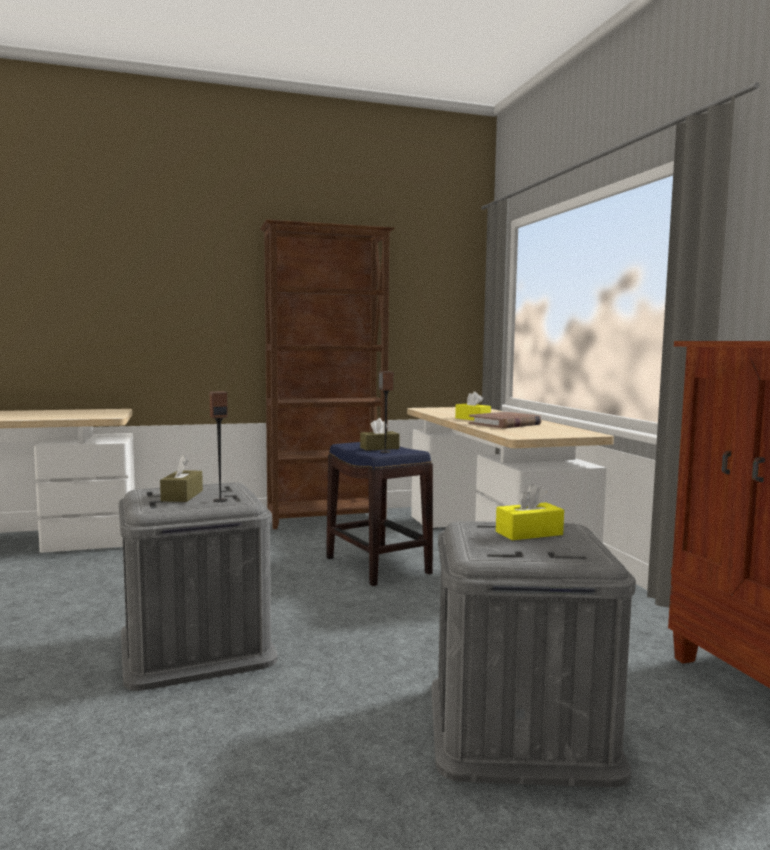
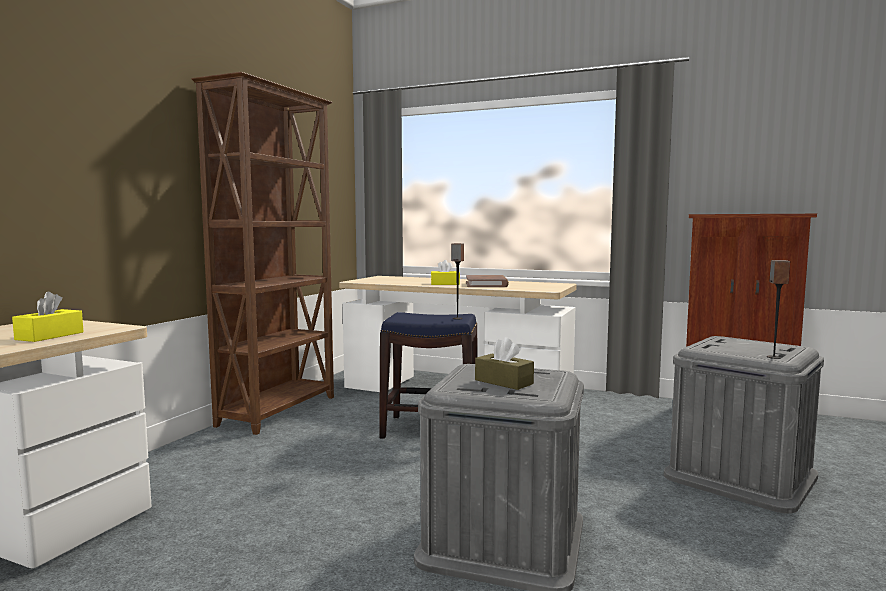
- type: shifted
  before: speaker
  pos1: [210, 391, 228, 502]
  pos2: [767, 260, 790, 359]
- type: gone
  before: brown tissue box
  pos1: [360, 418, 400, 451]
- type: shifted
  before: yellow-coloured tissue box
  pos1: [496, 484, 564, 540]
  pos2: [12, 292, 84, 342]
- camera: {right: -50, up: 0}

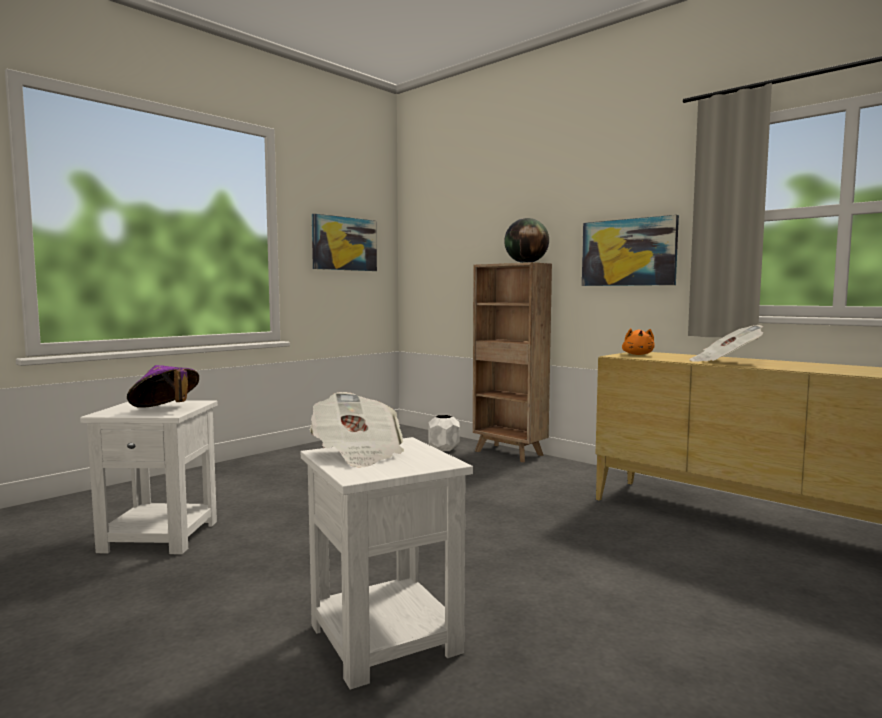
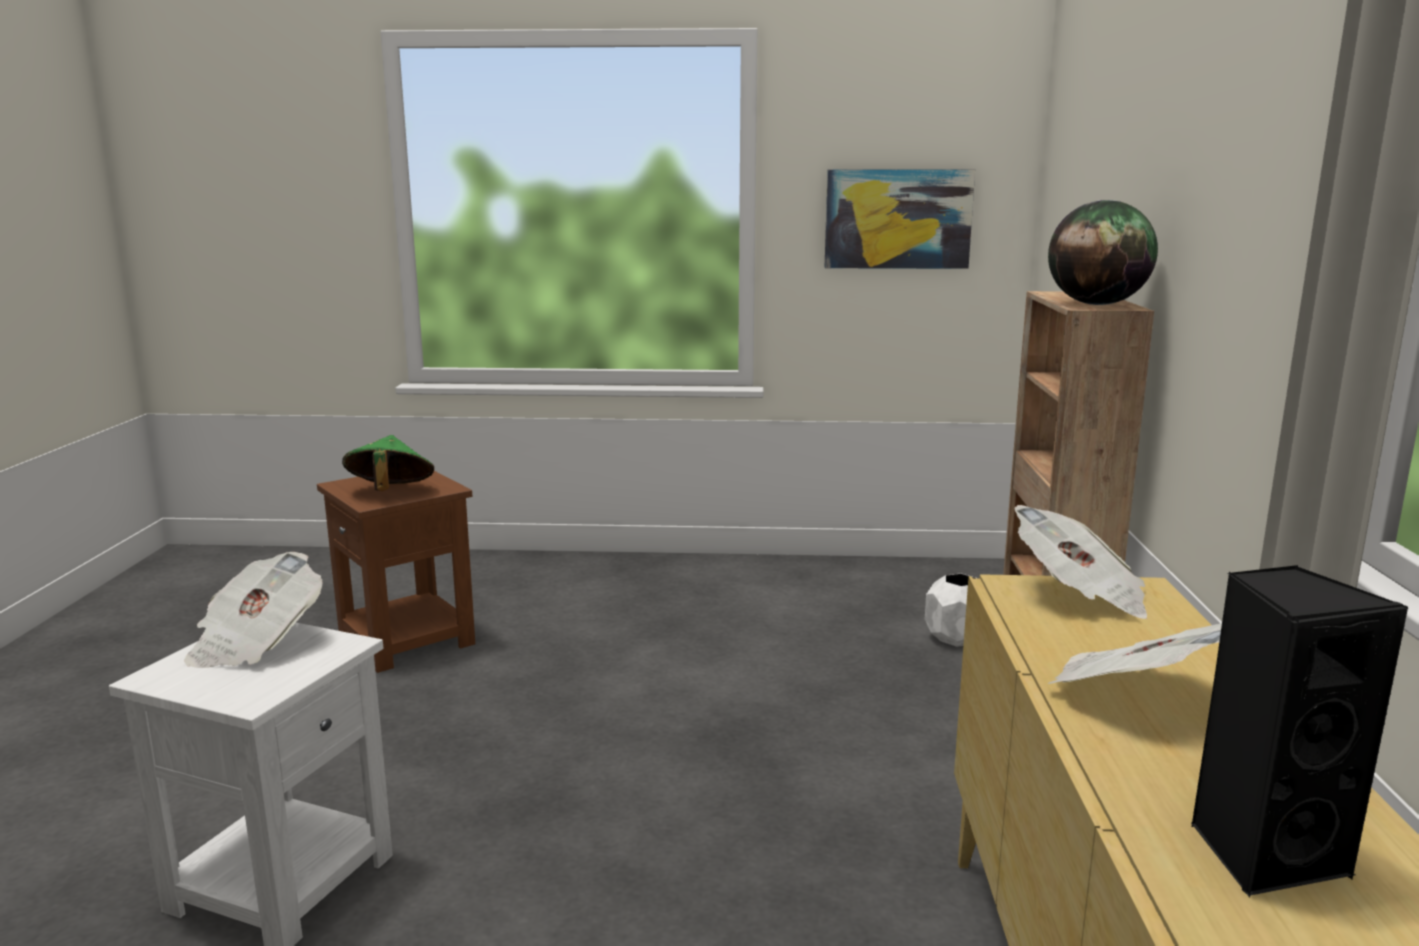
- type: repainted
  before: whitish end table
  after: brown end table
  pos1: [80, 400, 218, 554]
  pos2: [317, 471, 475, 673]
- type: repainted
  before: purplish clothing hat
  after: greenish clothing hat
  pos1: [127, 365, 199, 408]
  pos2: [342, 435, 434, 491]
- type: gone
  before: wall art
  pos1: [582, 215, 679, 286]
- type: swapped
  before: orange-coloured soft toy
  after: daily paper
  pos1: [622, 328, 655, 355]
  pos2: [1014, 505, 1147, 619]
- type: new
  after: blackish speaker
  pos2: [1191, 565, 1408, 897]
- camera: {right: 50, up: 10}

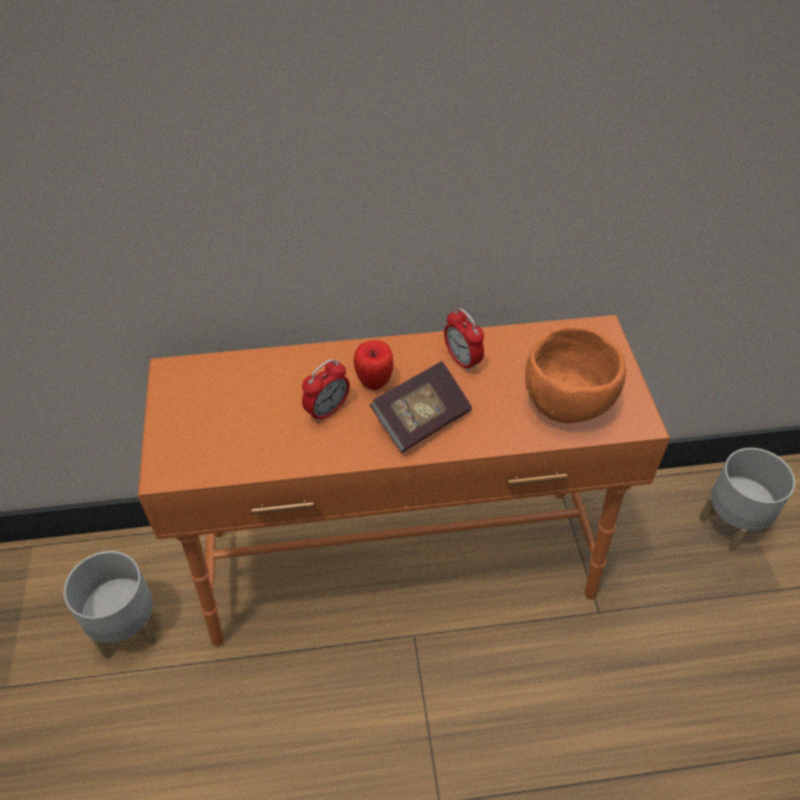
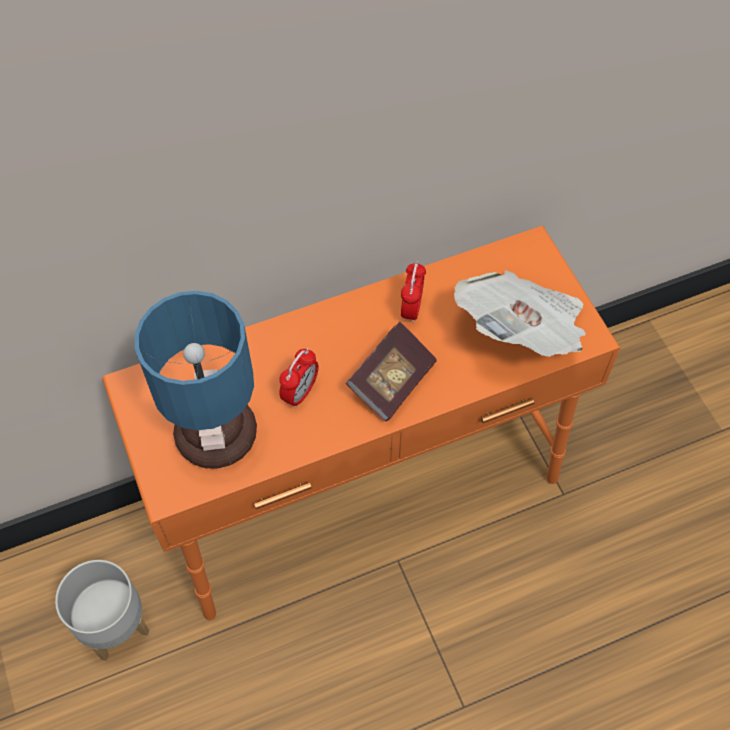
- type: gone
  before: apple fruit
  pos1: [354, 340, 393, 390]
- type: rotated
  before: table clock
  pos1: [444, 308, 484, 372]
  pos2: [401, 261, 426, 323]
  turn: -120
- type: swapped
  before: orange-coloured deep dish
  after: daily paper
  pos1: [525, 326, 626, 424]
  pos2: [454, 270, 586, 357]
- type: gone
  before: greyish planter
  pos1: [699, 448, 795, 551]
- type: new
  after: lamp for a table
  pos2: [135, 291, 257, 469]
- camera: {right: -15, up: 10}

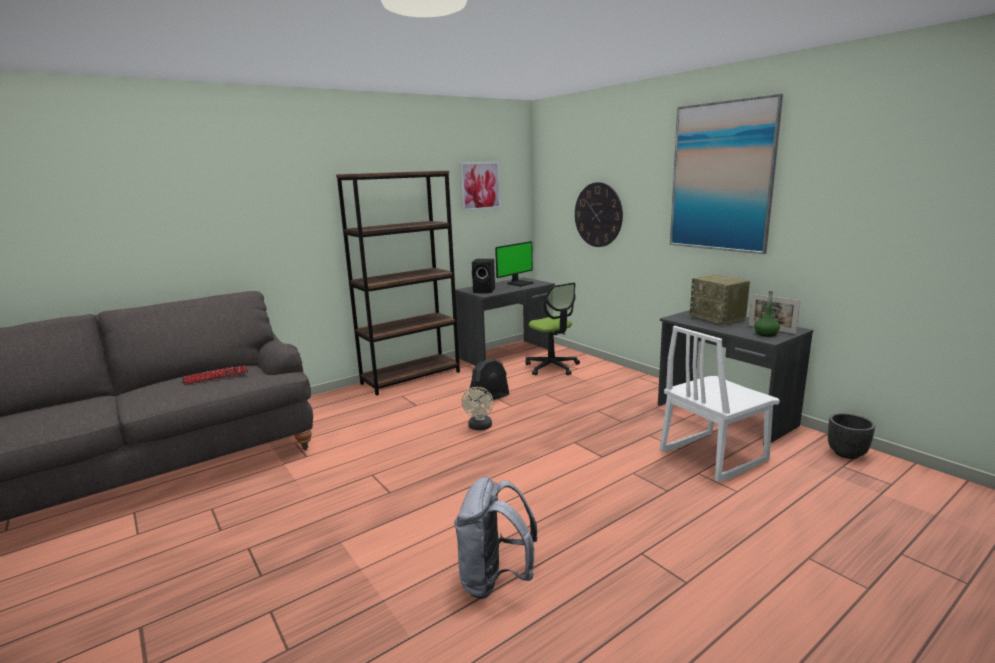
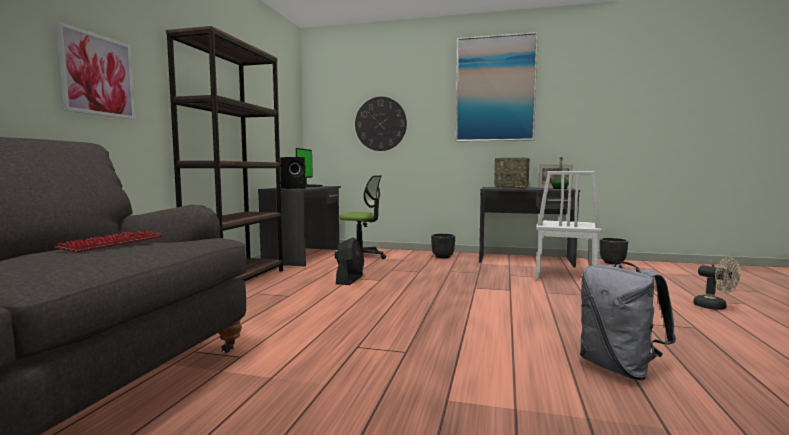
- type: shifted
  before: wall art
  pos1: [460, 162, 501, 211]
  pos2: [55, 22, 136, 120]
- type: shifted
  before: beige-coloured cooling fan
  pos1: [461, 387, 494, 430]
  pos2: [693, 257, 741, 310]
- type: new
  after: blackish planter
  pos2: [431, 234, 455, 258]
- camera: {right: -40, up: -10}

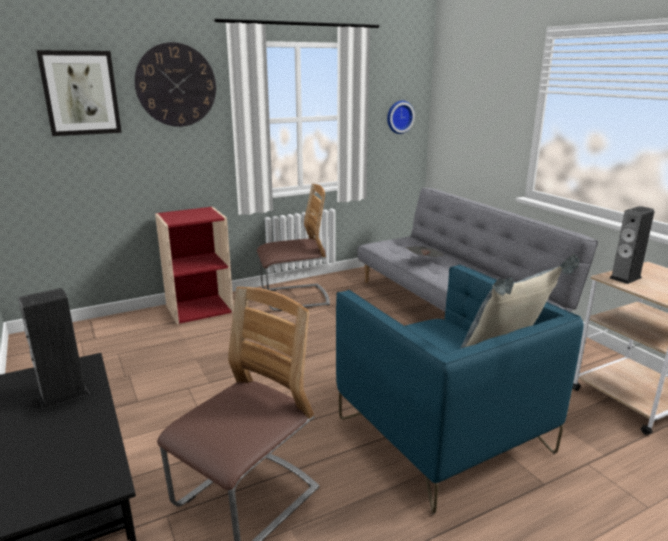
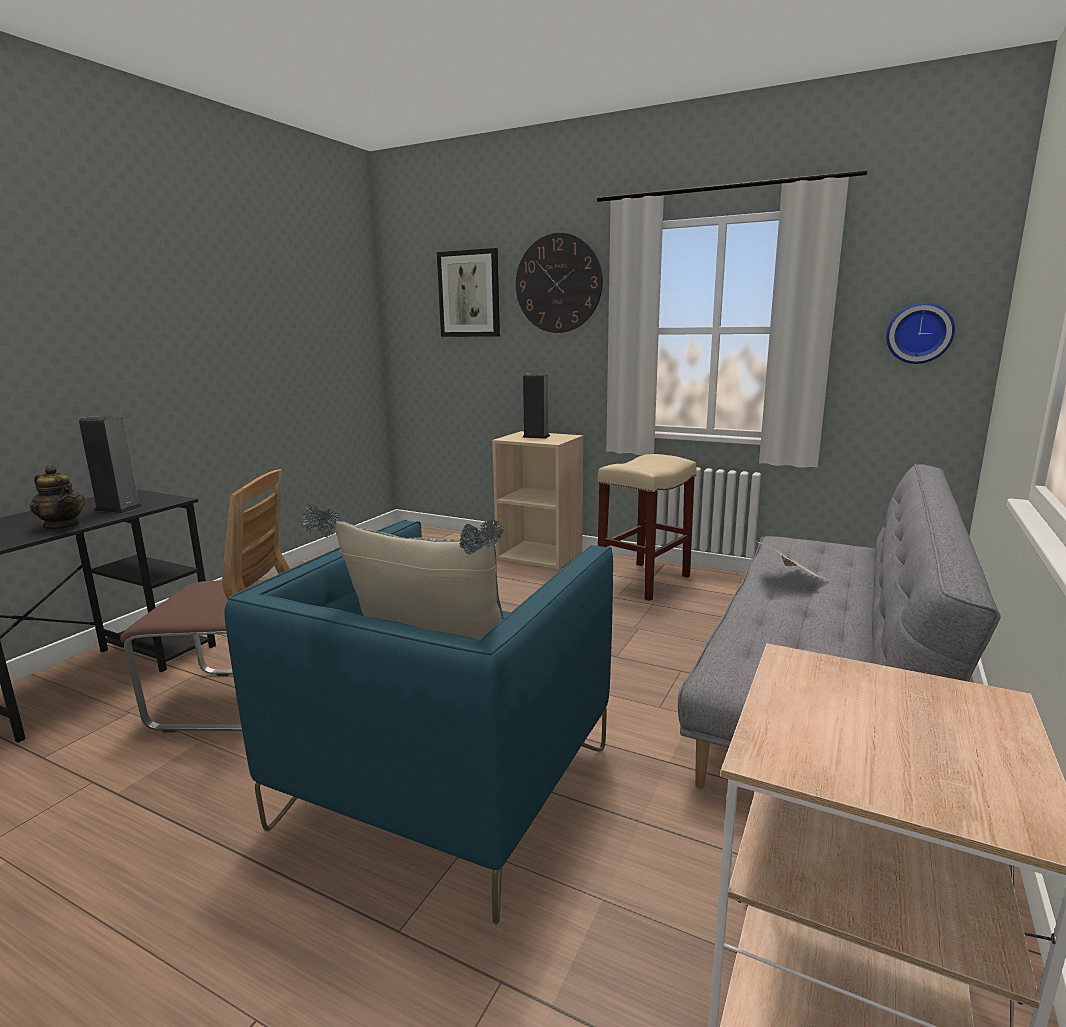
- type: repainted
  before: reddish shelving unit
  after: beige-coloured shelving unit
  pos1: [155, 207, 234, 324]
  pos2: [492, 431, 583, 569]
- type: swapped
  before: upright chair
  after: beige-coloured stool
  pos1: [257, 184, 330, 311]
  pos2: [598, 454, 697, 601]
- type: shifted
  before: speaker
  pos1: [610, 206, 655, 284]
  pos2: [522, 373, 550, 439]
- type: new
  after: pot for tea
  pos2: [30, 465, 85, 529]
- camera: {right: 55, up: -5}

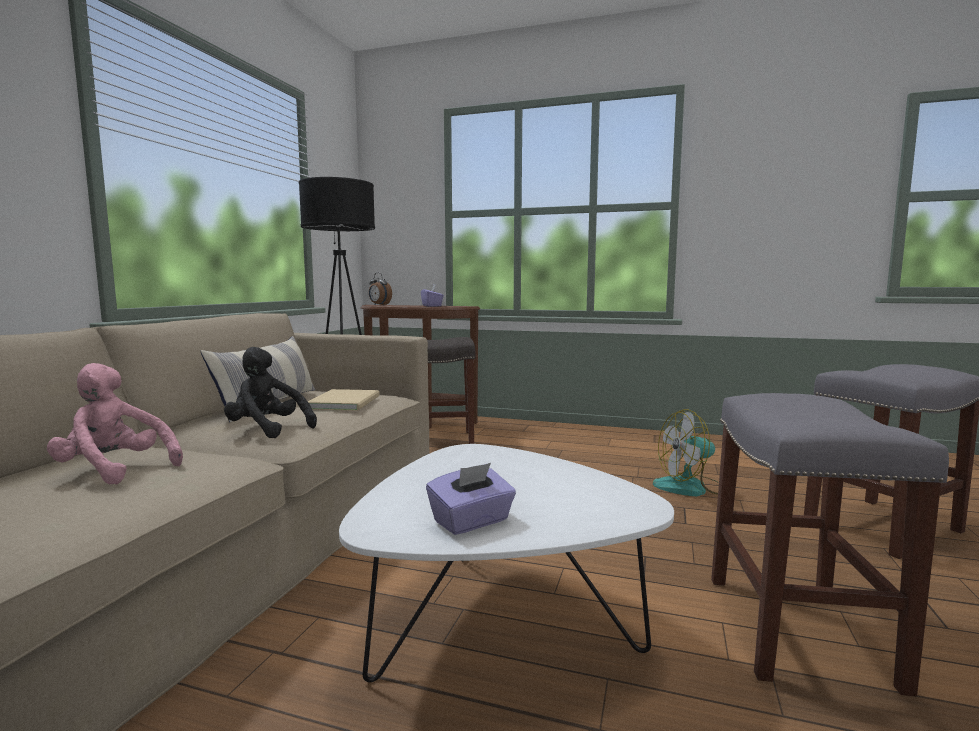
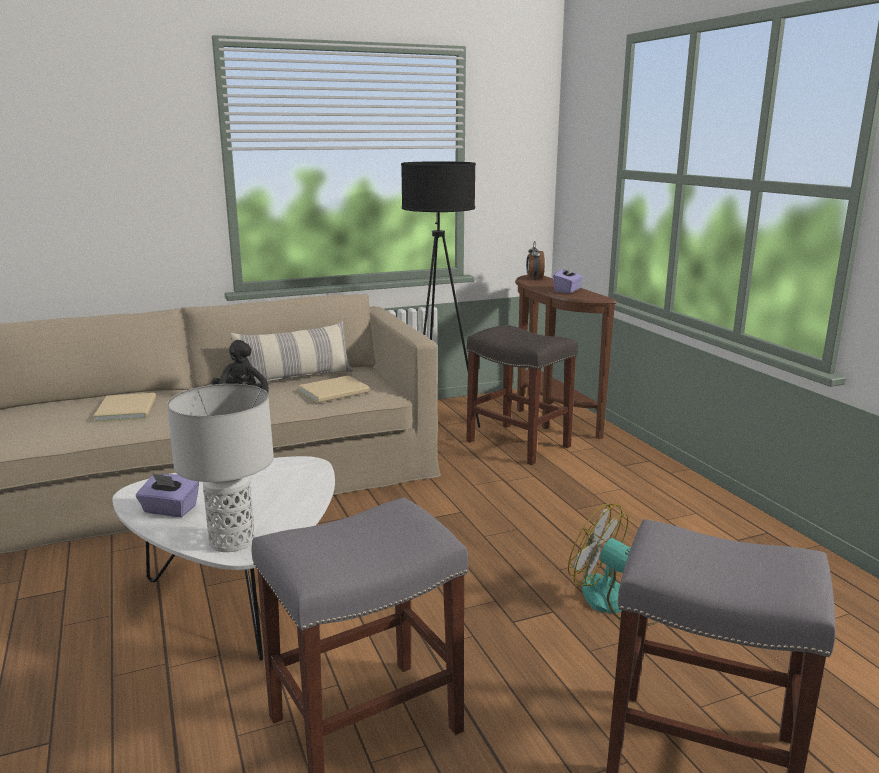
- type: swapped
  before: pinkish soft toy
  after: beige-coloured bound book
  pos1: [47, 363, 183, 484]
  pos2: [93, 393, 156, 422]
- type: new
  after: whitish lamp for a table
  pos2: [167, 384, 274, 552]
- camera: {right: 50, up: 10}

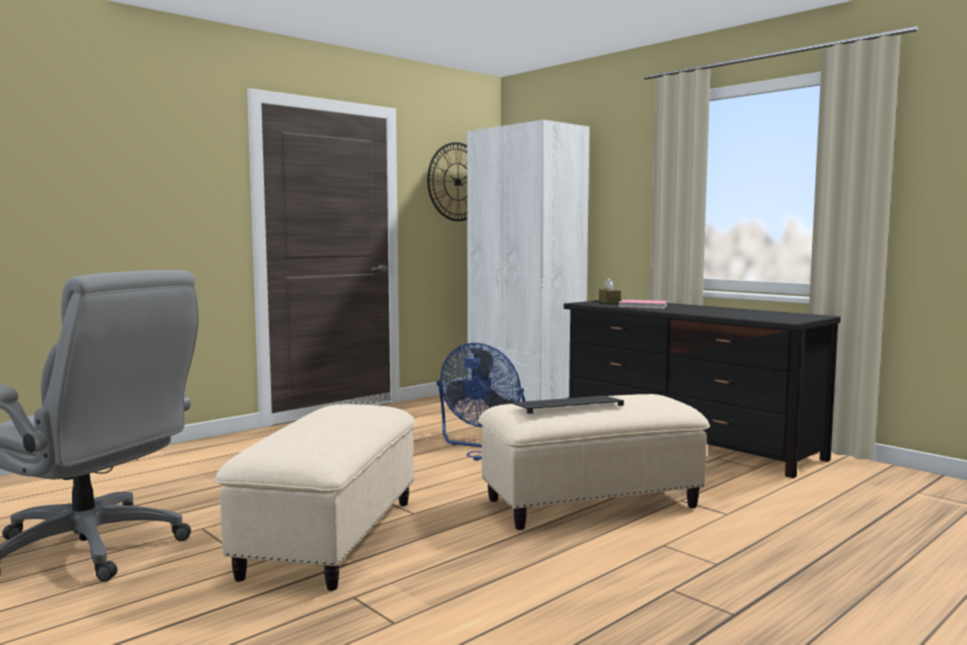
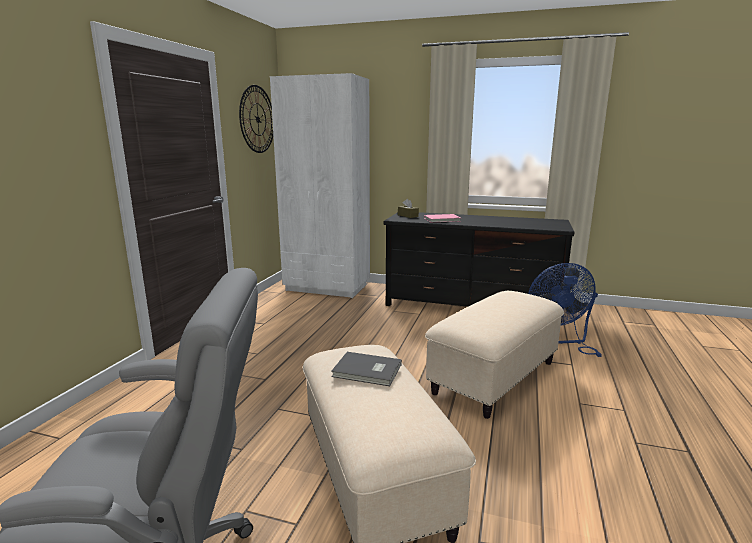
- type: shifted
  before: blue-coloured cooling fan
  pos1: [437, 343, 525, 461]
  pos2: [528, 263, 602, 357]
- type: gone
  before: computer keyboard
  pos1: [512, 396, 624, 414]
- type: new
  after: greyish bound book
  pos2: [331, 352, 402, 386]
- camera: {right: -30, up: 10}

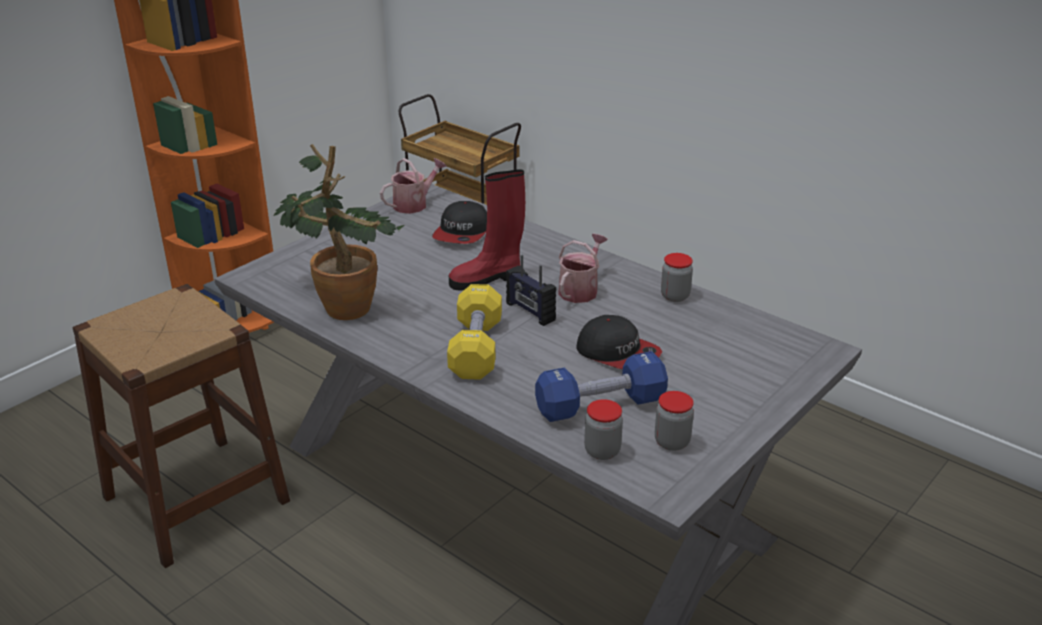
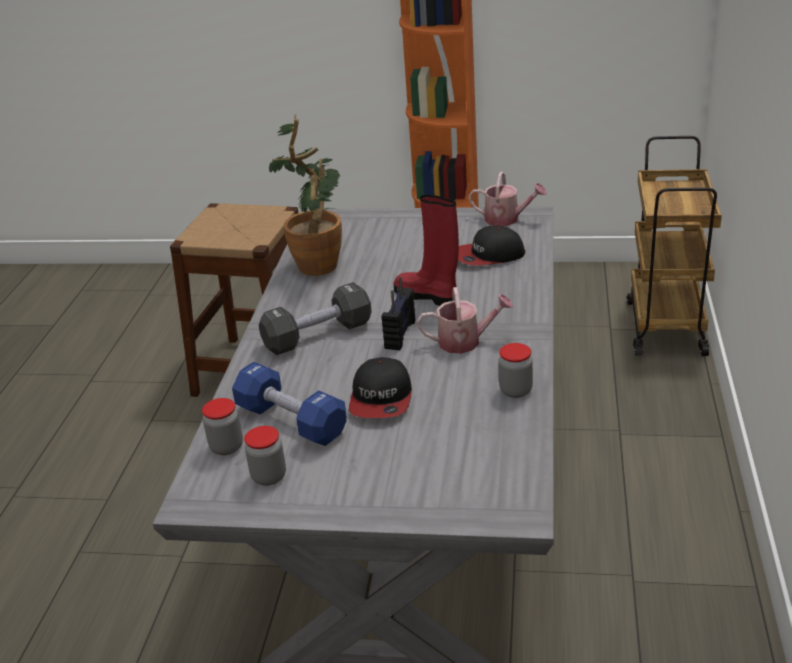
- type: repainted
  before: yellow-coloured free weight
  after: blackish free weight
  pos1: [447, 284, 502, 380]
  pos2: [259, 282, 372, 355]
- camera: {right: 60, up: 0}

